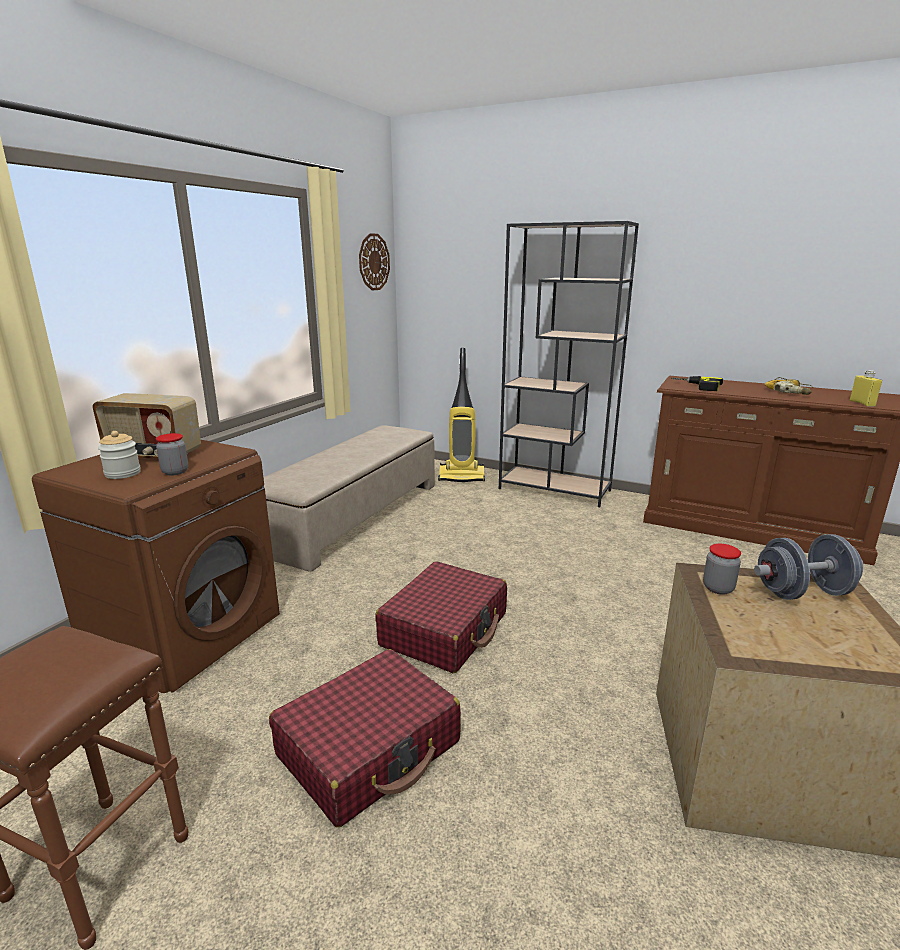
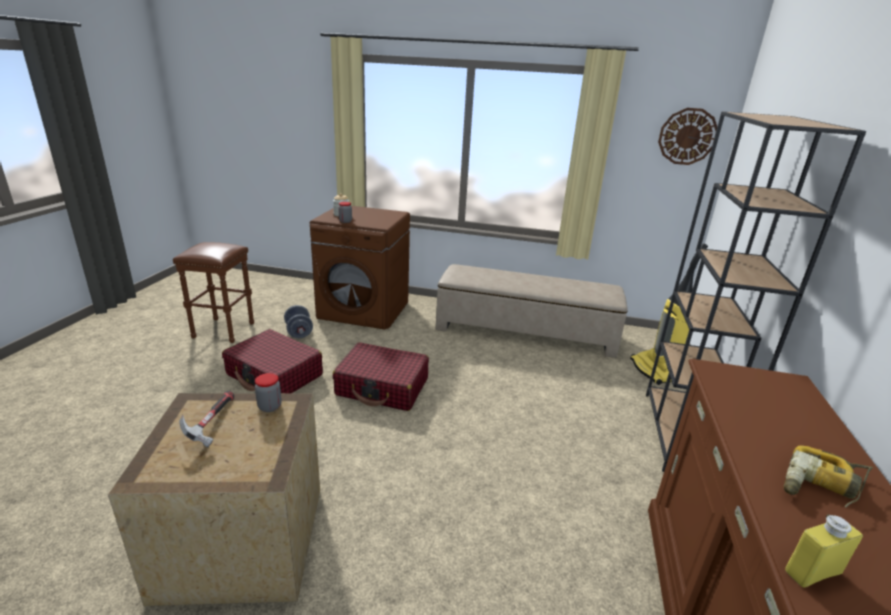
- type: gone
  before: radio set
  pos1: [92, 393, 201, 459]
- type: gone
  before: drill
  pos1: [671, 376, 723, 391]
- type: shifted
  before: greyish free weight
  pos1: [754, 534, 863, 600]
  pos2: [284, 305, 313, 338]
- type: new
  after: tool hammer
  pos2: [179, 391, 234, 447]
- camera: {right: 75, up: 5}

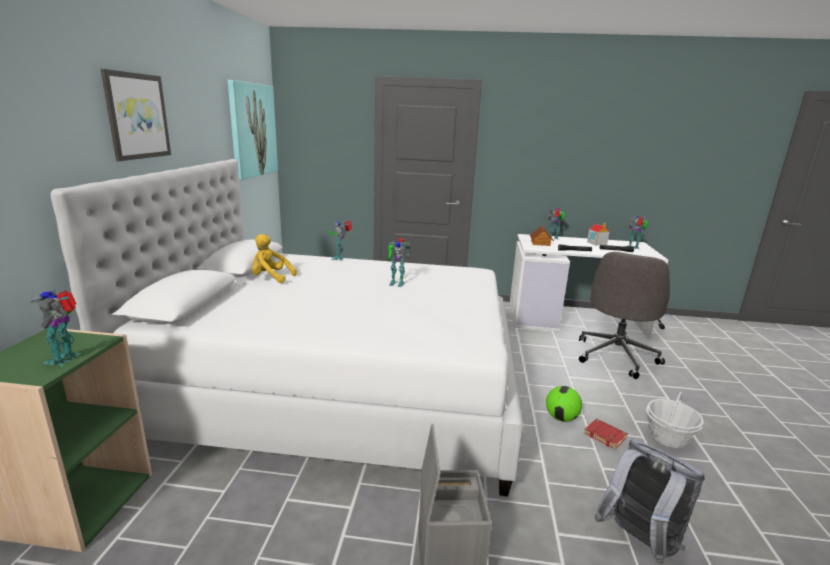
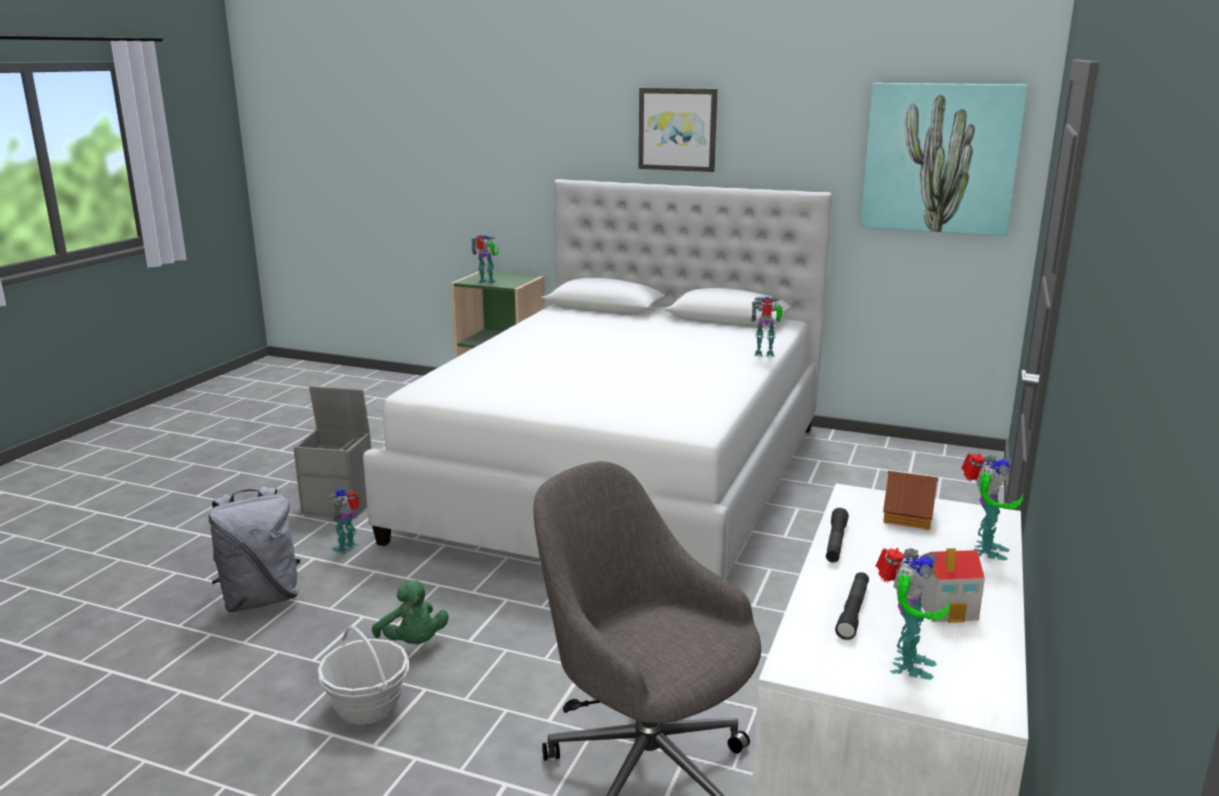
- type: gone
  before: yellow-coloured soft toy
  pos1: [252, 234, 297, 283]
- type: shifted
  before: toy robot
  pos1: [387, 238, 410, 287]
  pos2: [327, 487, 360, 555]
- type: gone
  before: football
  pos1: [546, 386, 582, 422]
- type: swapped
  before: reddish bound book
  after: greenish soft toy
  pos1: [584, 419, 628, 450]
  pos2: [372, 580, 449, 644]
- camera: {right: 105, up: 0}

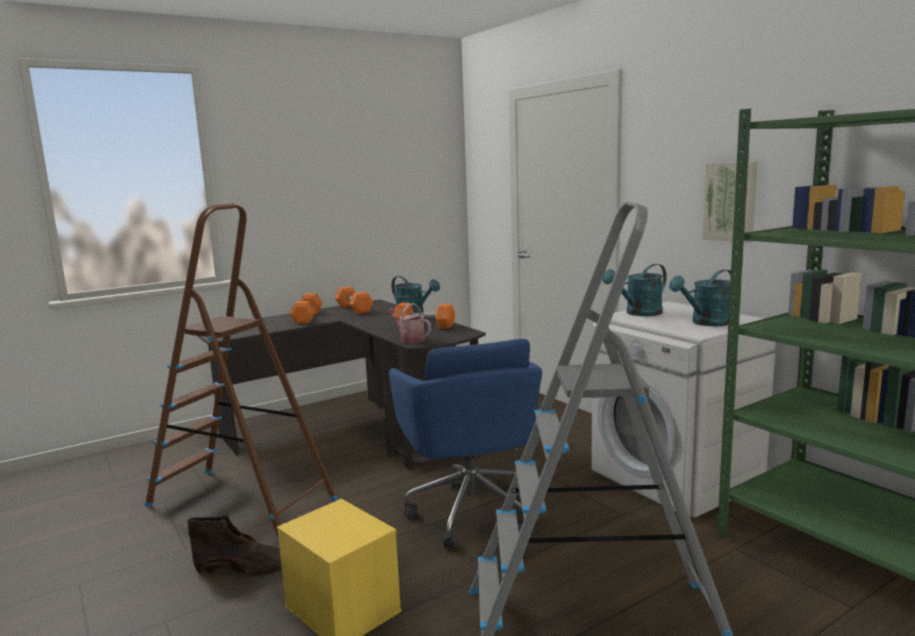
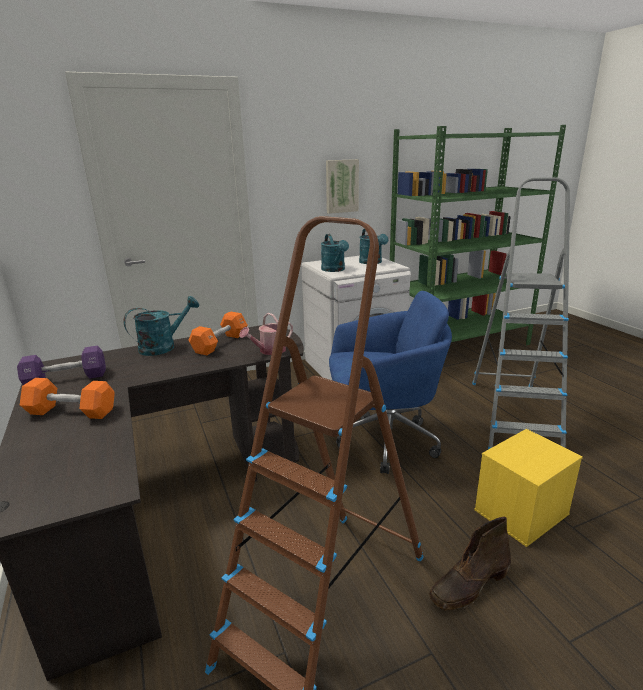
- type: rotated
  before: brown high-top boot
  pos1: [187, 514, 282, 576]
  pos2: [429, 517, 511, 611]
  turn: -135
- type: repainted
  before: orange-coloured free weight
  after: purplish free weight
  pos1: [335, 286, 374, 314]
  pos2: [17, 345, 106, 385]
- camera: {right: -80, up: 10}

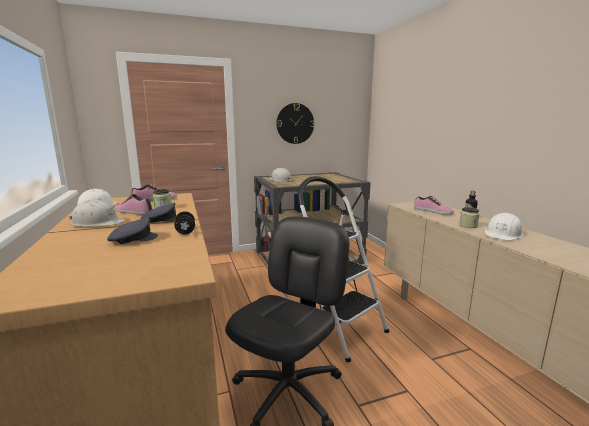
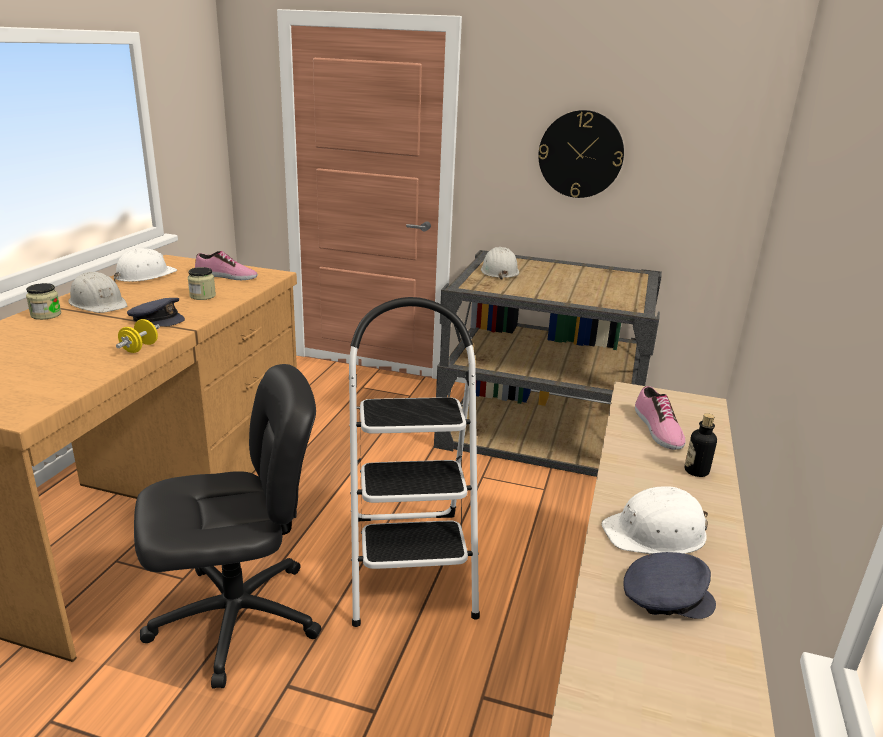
- type: shifted
  before: greyish cap
  pos1: [107, 217, 158, 244]
  pos2: [623, 552, 716, 619]
- type: gone
  before: shoe
  pos1: [115, 194, 153, 215]
- type: repainted
  before: blackish free weight
  after: yellow-coloured free weight
  pos1: [174, 211, 195, 234]
  pos2: [116, 319, 160, 353]
- type: shifted
  before: preserve jar
  pos1: [459, 207, 479, 228]
  pos2: [26, 283, 61, 320]
- camera: {right: 35, up: 10}

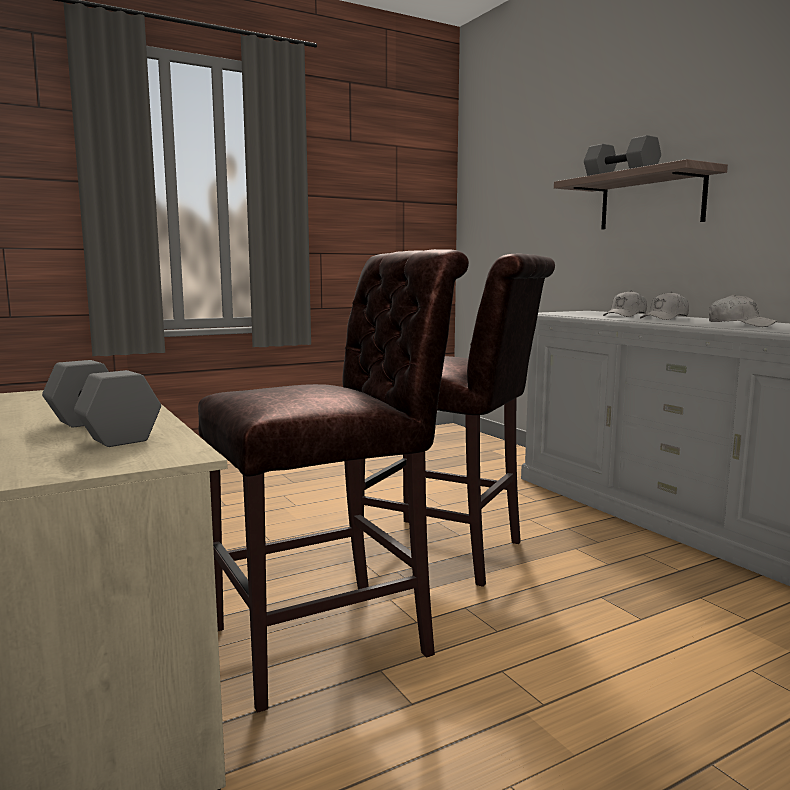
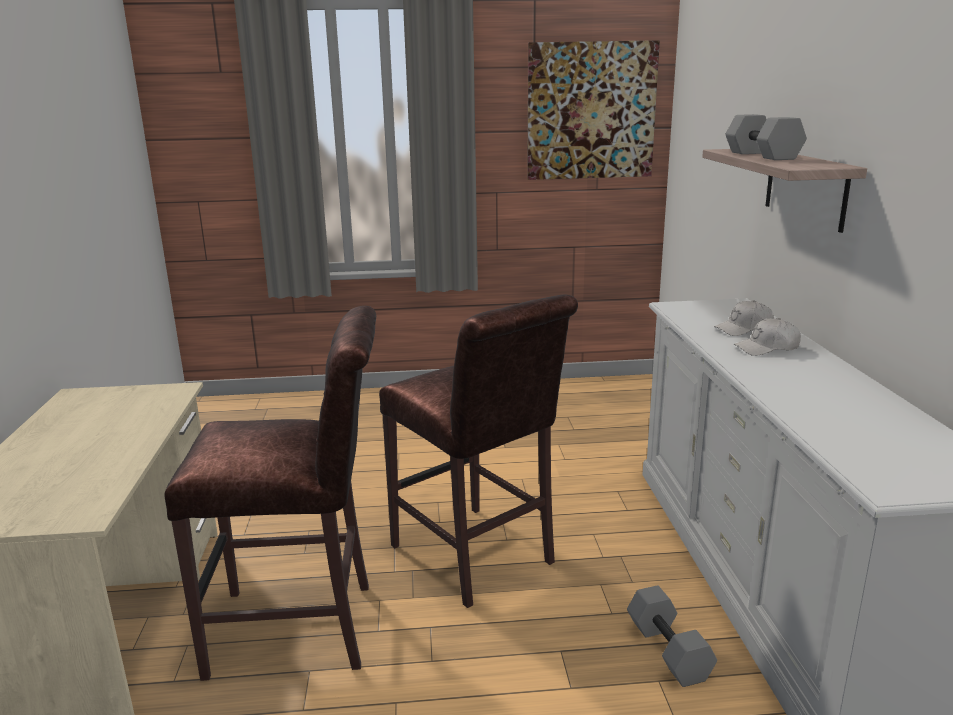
- type: shifted
  before: greyish free weight
  pos1: [42, 360, 161, 447]
  pos2: [627, 585, 717, 687]
- type: gone
  before: whitish cap
  pos1: [709, 294, 776, 327]
- type: new
  after: wall art
  pos2: [527, 40, 660, 180]
- camera: {right: 25, up: 10}

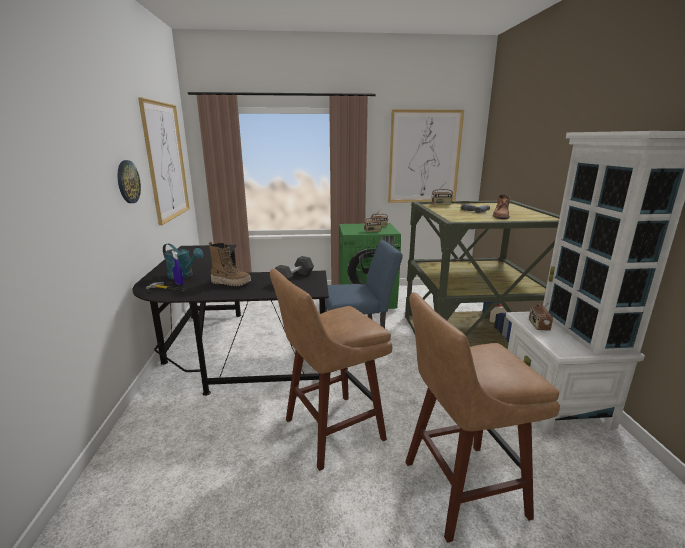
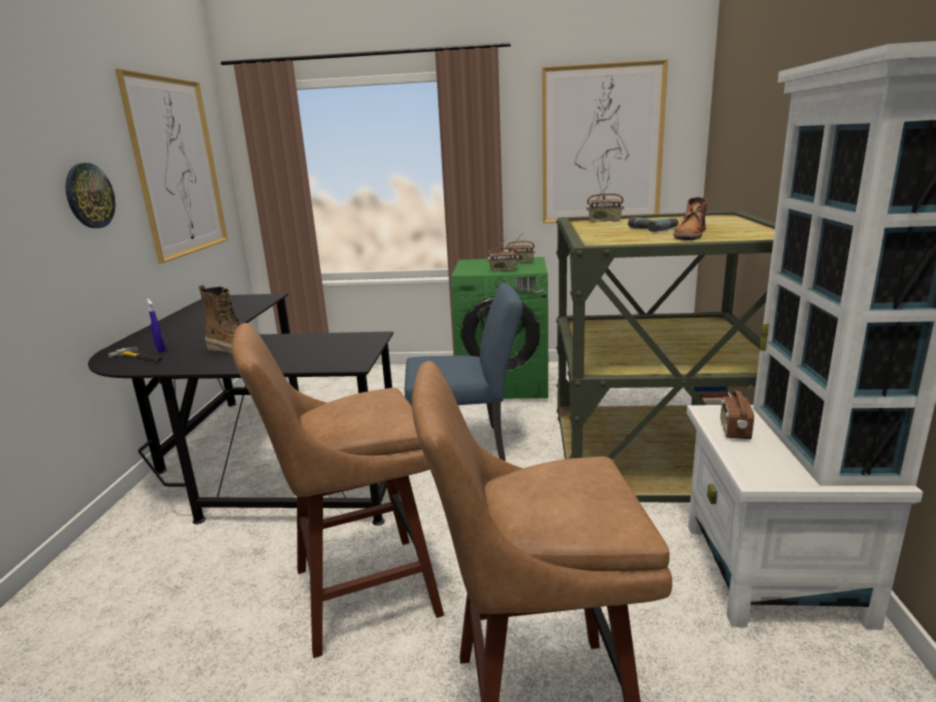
- type: gone
  before: turquoise sprinkling can
  pos1: [163, 243, 203, 279]
- type: gone
  before: greyish free weight
  pos1: [275, 256, 314, 282]
- camera: {right: 10, up: 0}

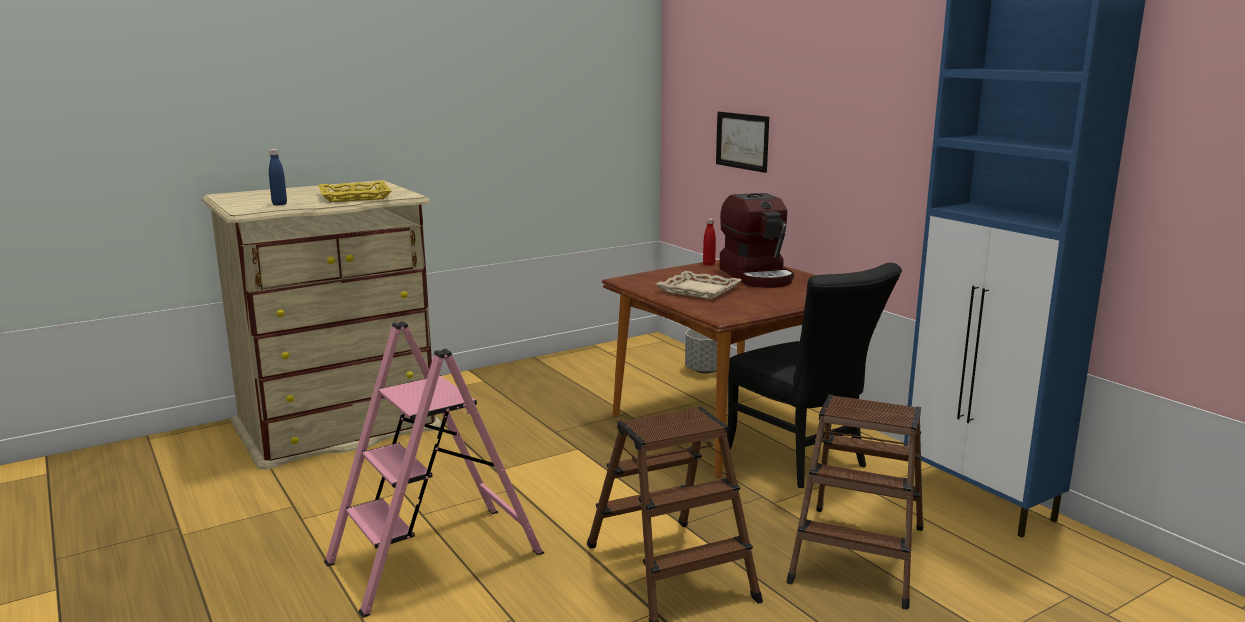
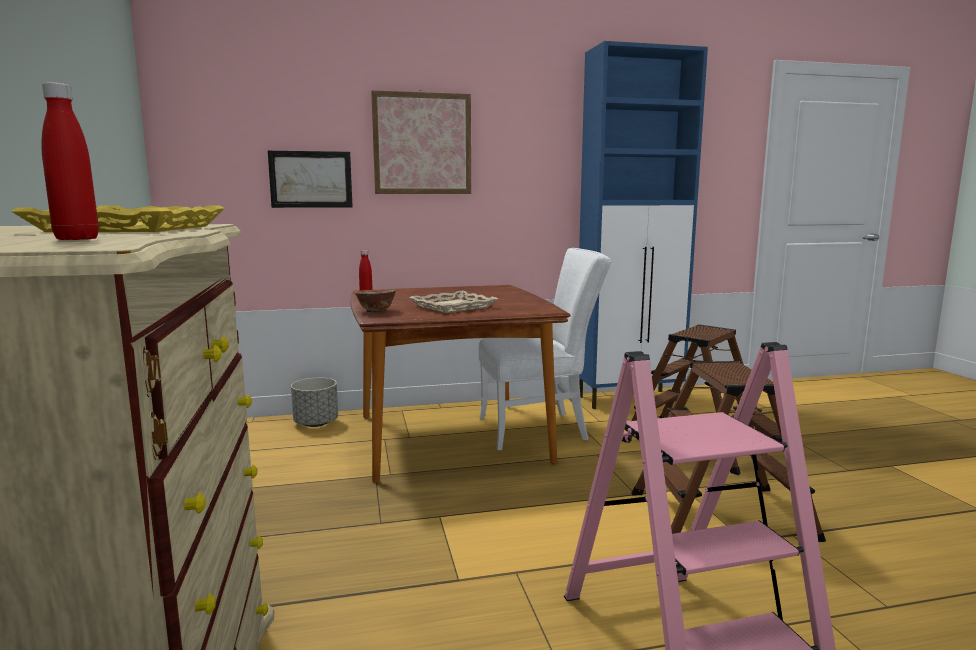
- type: repainted
  before: blue-coloured beverage bottle
  after: reddish beverage bottle
  pos1: [269, 149, 287, 205]
  pos2: [41, 83, 99, 240]
- type: gone
  before: coffee machine
  pos1: [719, 193, 794, 288]
- type: repainted
  before: blackish upright chair
  after: whitish upright chair
  pos1: [727, 263, 902, 488]
  pos2: [478, 248, 612, 450]
- type: new
  after: deep dish
  pos2: [355, 289, 396, 312]
- type: new
  after: wall art
  pos2: [371, 90, 471, 194]
- camera: {right: -70, up: -5}

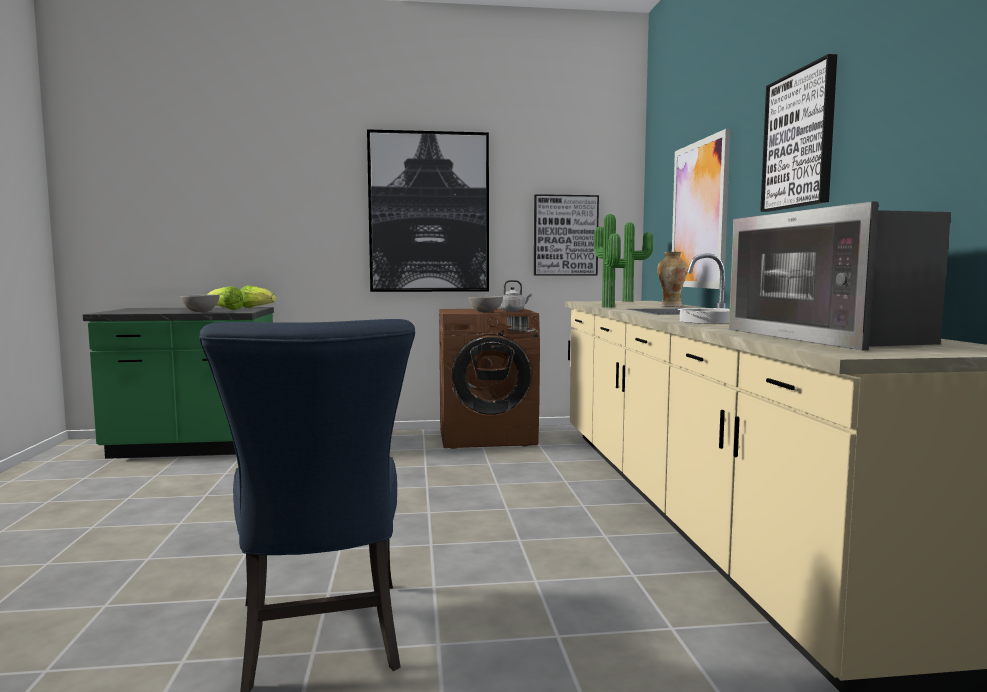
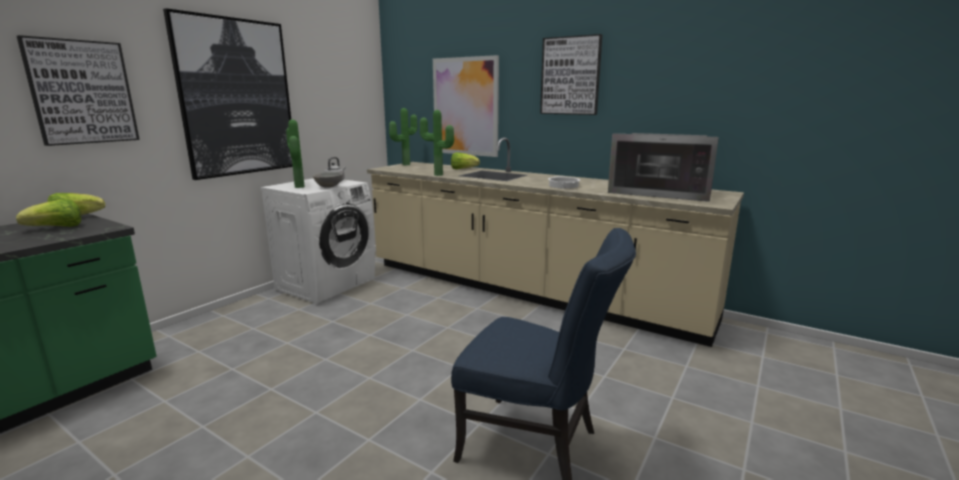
- type: gone
  before: greyish deep dish
  pos1: [180, 294, 220, 312]
- type: repainted
  before: brown laundry appliance
  after: whitish laundry appliance
  pos1: [439, 308, 540, 449]
  pos2: [260, 179, 375, 303]
- type: shifted
  before: wall art
  pos1: [534, 194, 599, 275]
  pos2: [17, 35, 140, 146]
- type: swapped
  before: vase
  after: lettuce head
  pos1: [657, 252, 687, 307]
  pos2: [451, 152, 480, 169]
- type: new
  after: plant in a pot
  pos2: [286, 119, 305, 188]
- camera: {right: -50, up: 10}

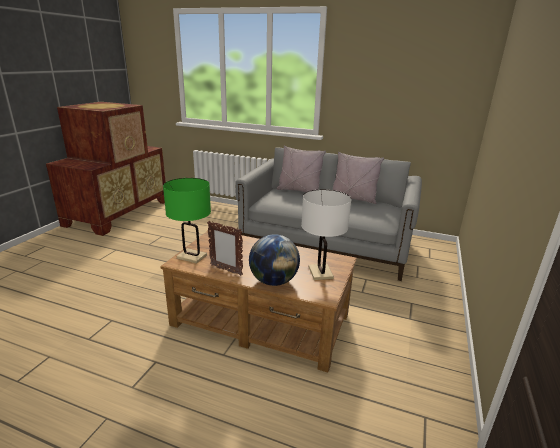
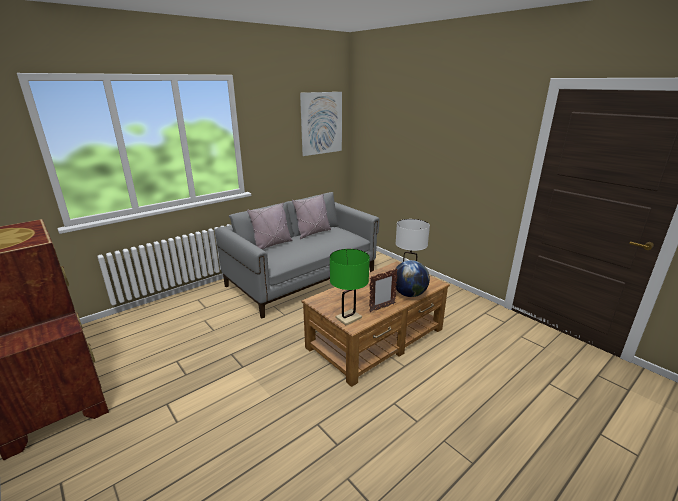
- type: new
  after: wall art
  pos2: [300, 92, 342, 156]
- camera: {right: -60, up: 0}

